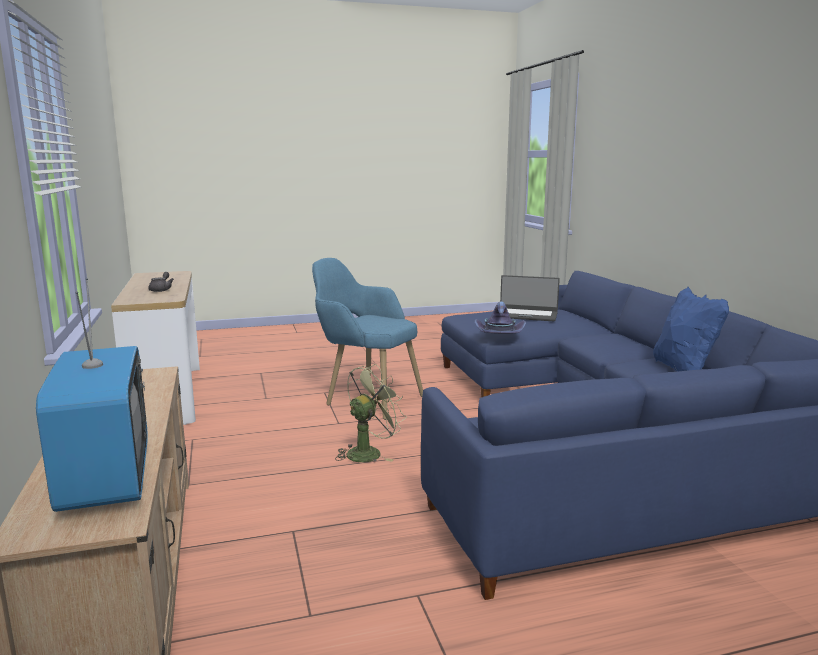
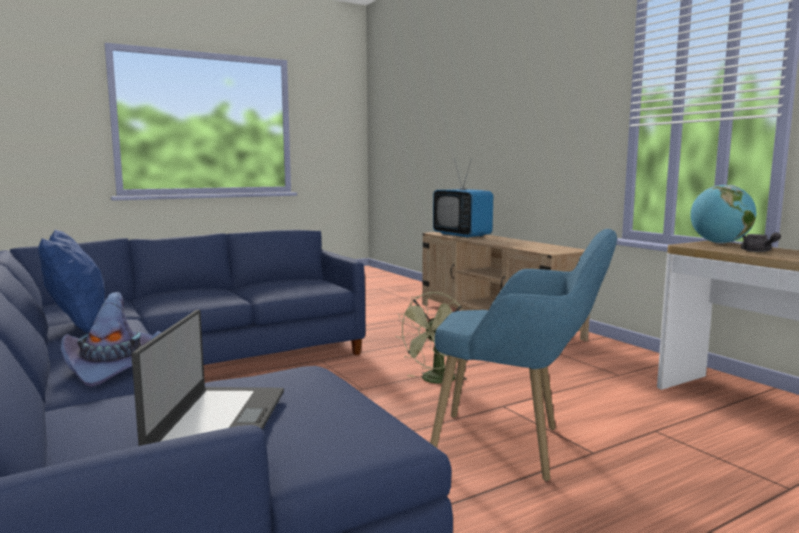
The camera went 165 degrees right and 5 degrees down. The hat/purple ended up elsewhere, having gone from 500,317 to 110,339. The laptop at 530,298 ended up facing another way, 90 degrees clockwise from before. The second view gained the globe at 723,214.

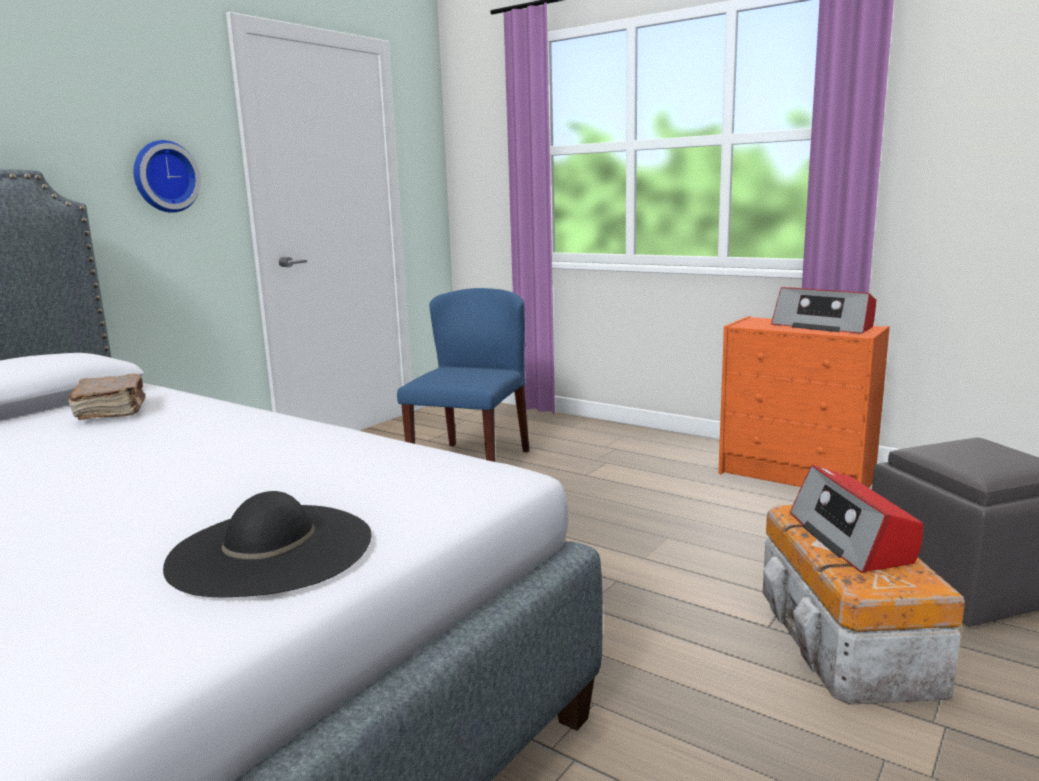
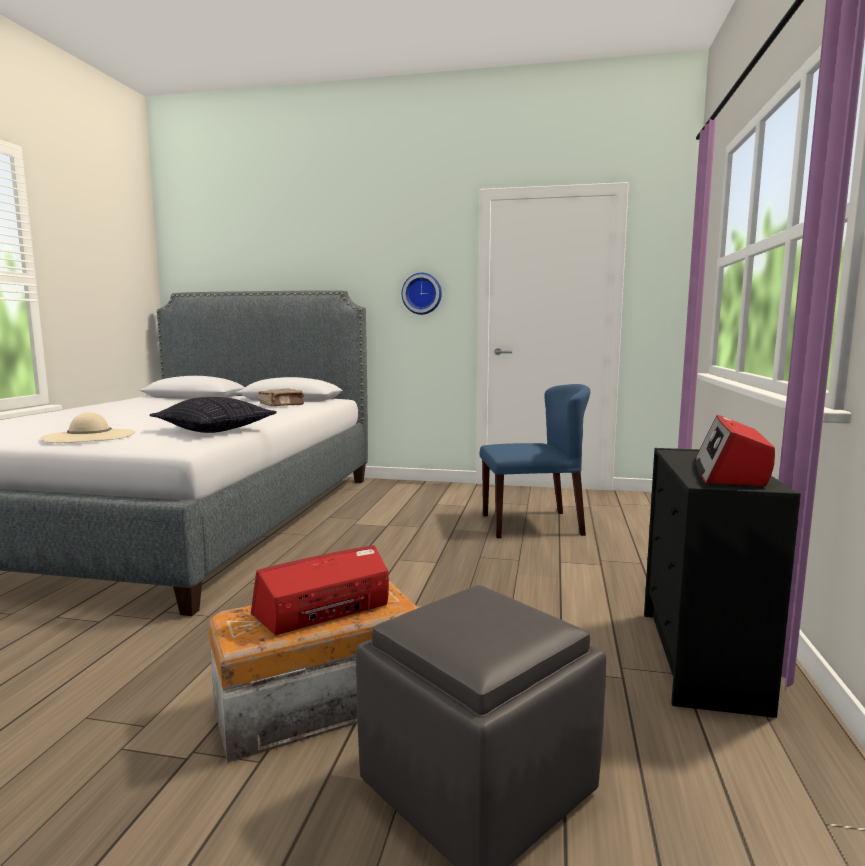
The camera went 65 degrees right and 5 degrees down. What was the hat/black at 267,544 turned into the hat/beige at 88,427. The second view gained the pillow at 213,415. What was the dresser/orange at 804,402 turned into the dresser/black at 722,583.

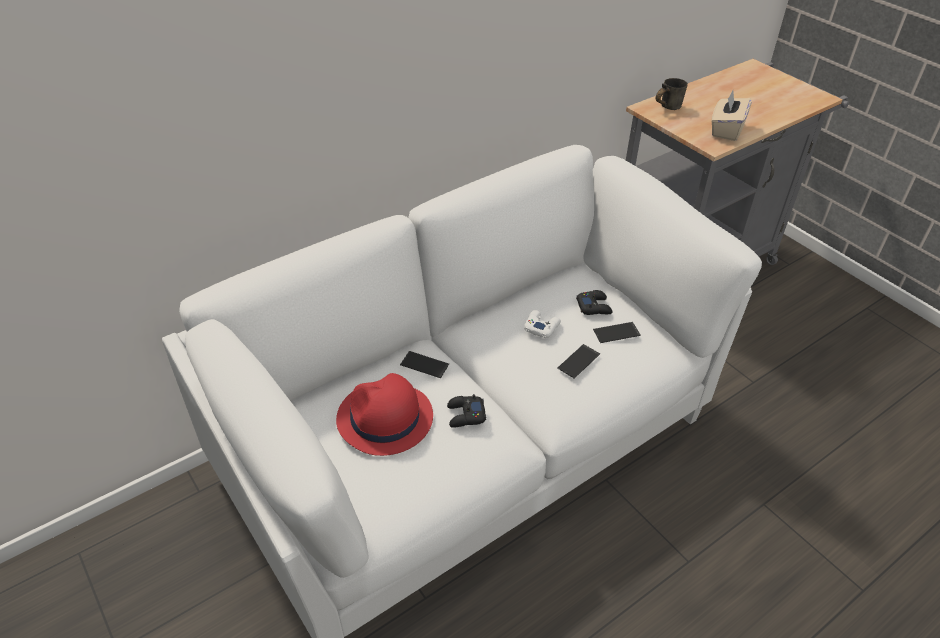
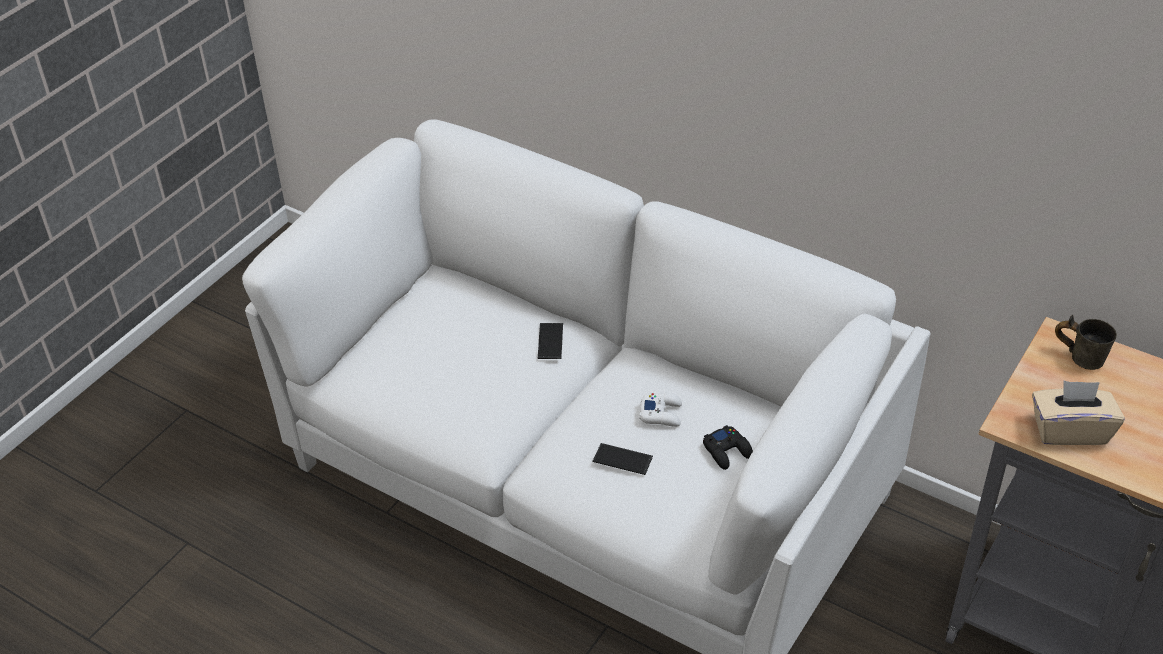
The camera went 70 degrees right and 0 degrees up. The second view lost the hat/red at 384,414. The second view lost the game controller/black at 466,411. The second view lost the phone at 617,332.

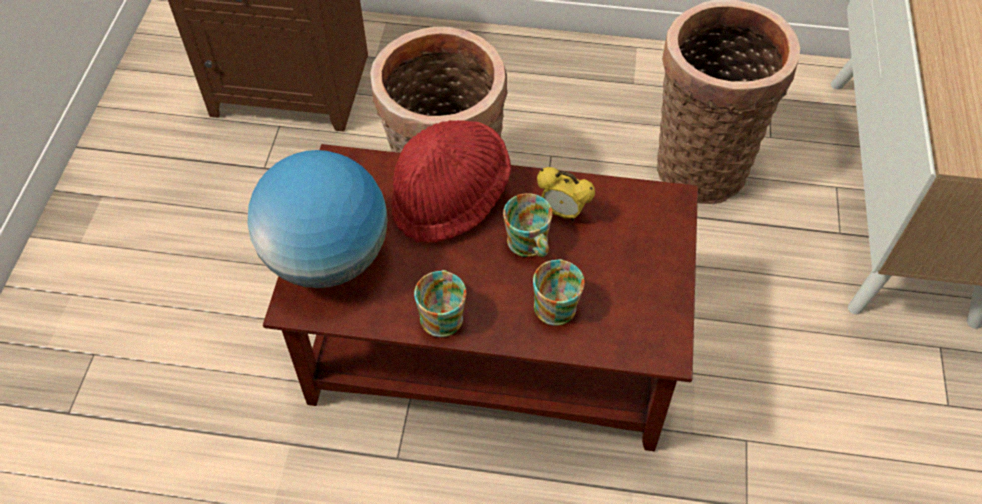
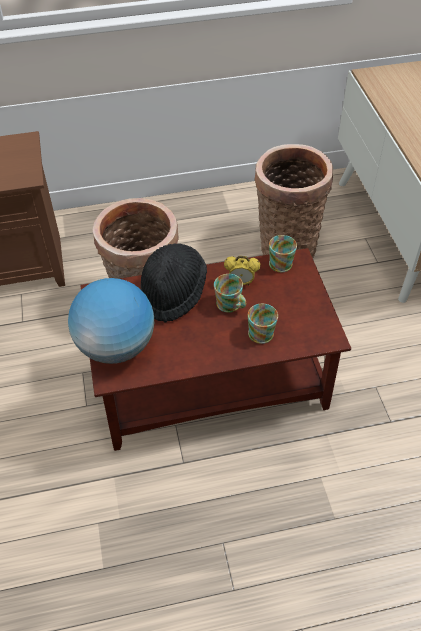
The camera went 20 degrees left and 5 degrees down. What was the hat/red at 451,181 turned into the hat/black at 173,283. The mug ended up elsewhere, having gone from 440,303 to 283,253.

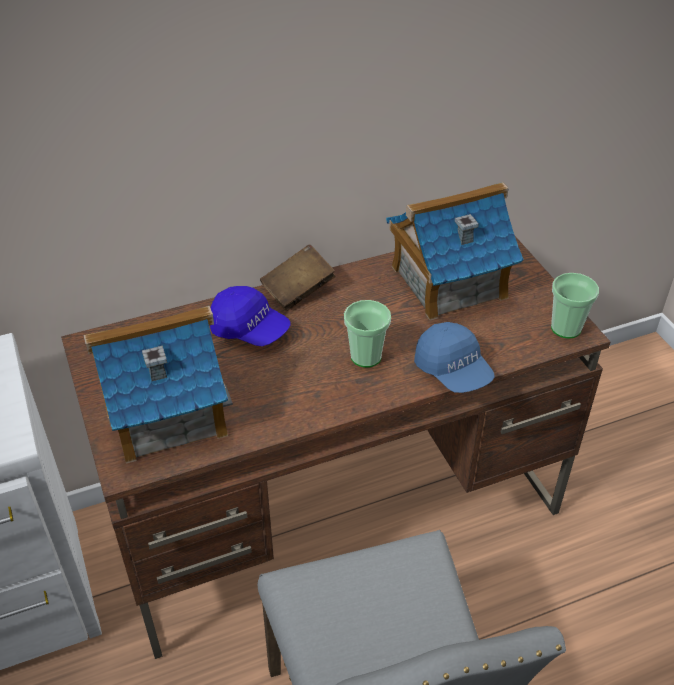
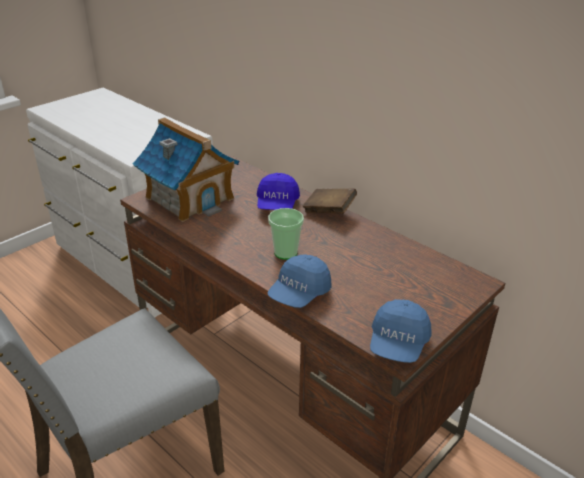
The camera went 65 degrees right and 10 degrees down. Where the cup stood at 575,305, the cap/blue came to stand at 400,331. The second view lost the toy house at 455,251.

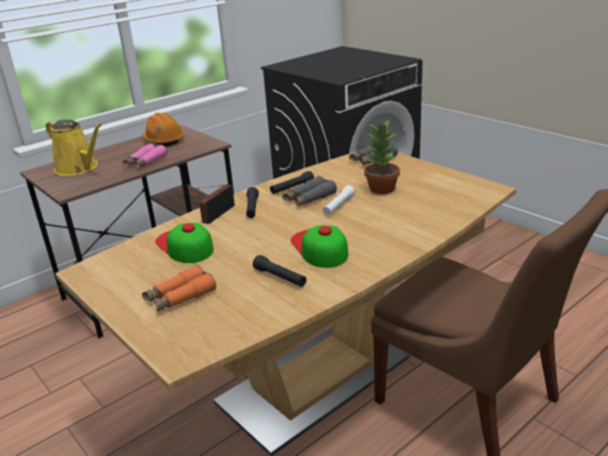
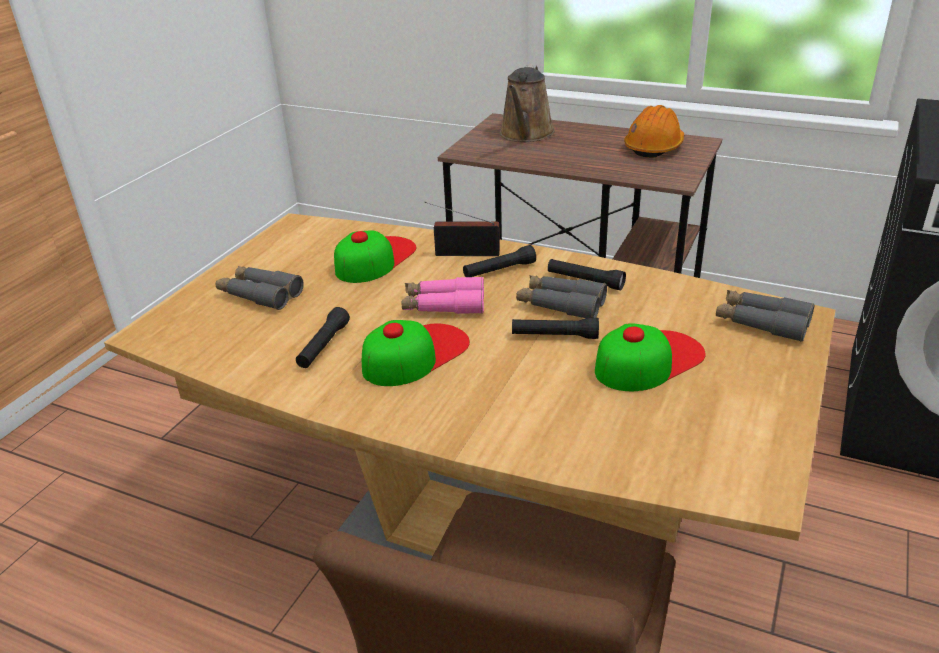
The camera went 65 degrees right and 5 degrees up. What was the binoculars/orange at 179,288 turned into the binoculars/grey at 260,288. The binoculars/pink ended up elsewhere, having gone from 145,155 to 443,295. What was the watering can/yellow at 74,147 turned into the watering can/brown at 527,103. What was the flashlight/white at 339,200 turned into the flashlight/black at 555,328. Where the potted plant stood at 382,157, the cap came to stand at 650,357.

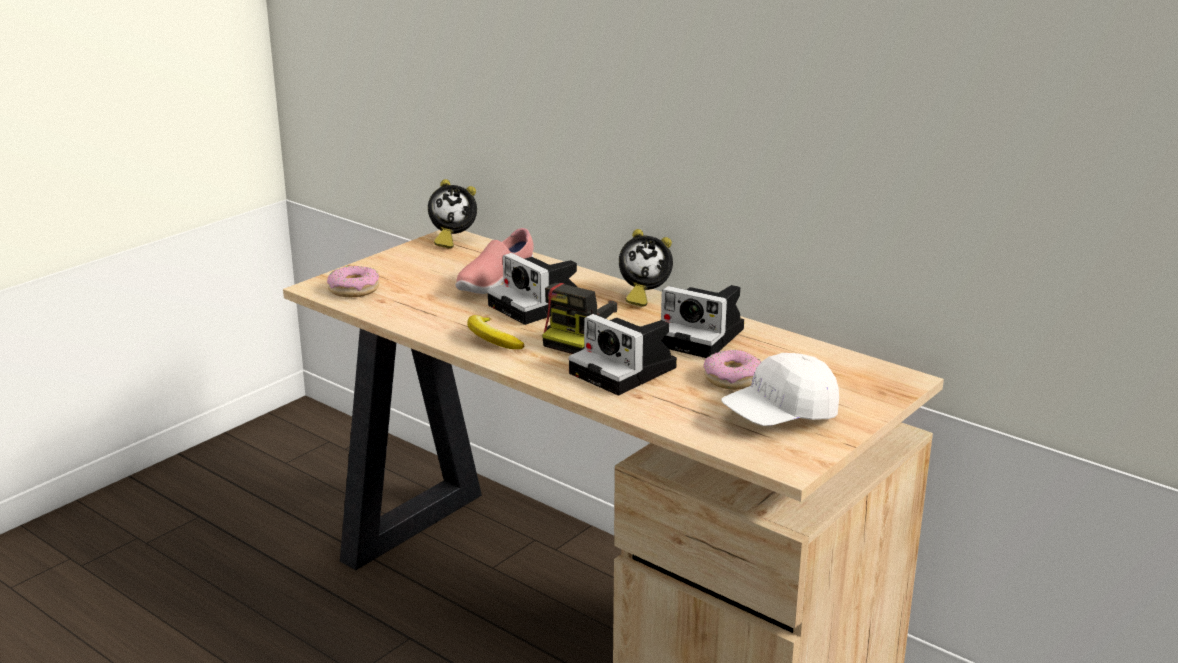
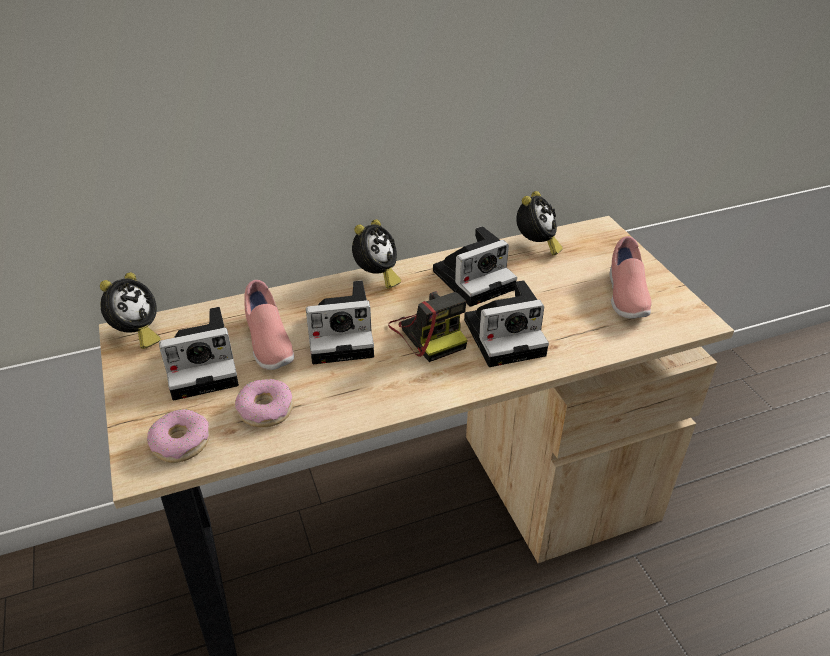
The camera went 60 degrees left and 15 degrees up. The second view gained the photo camera at 199,354. The donut ended up elsewhere, having gone from 732,370 to 264,403. The second view gained the alarm clock at 539,223. Where the cap/white stood at 780,389, the shoe/pink came to stand at 630,277. The second view lost the banana at 495,332.

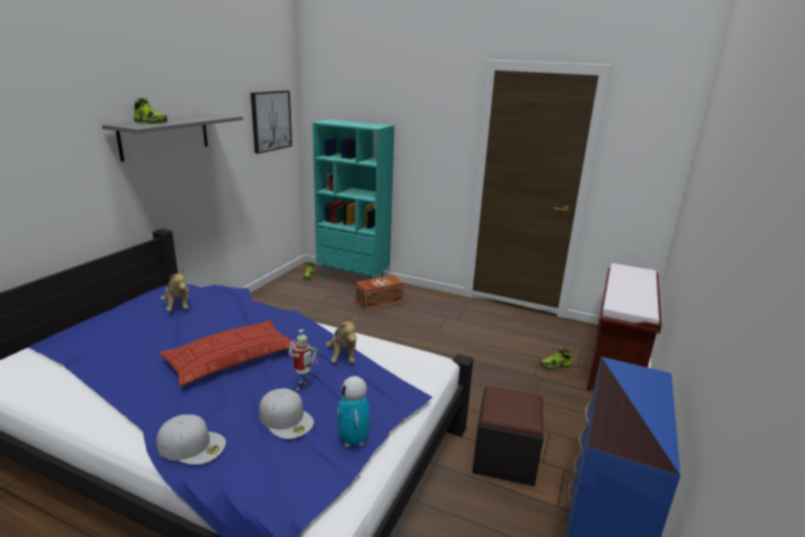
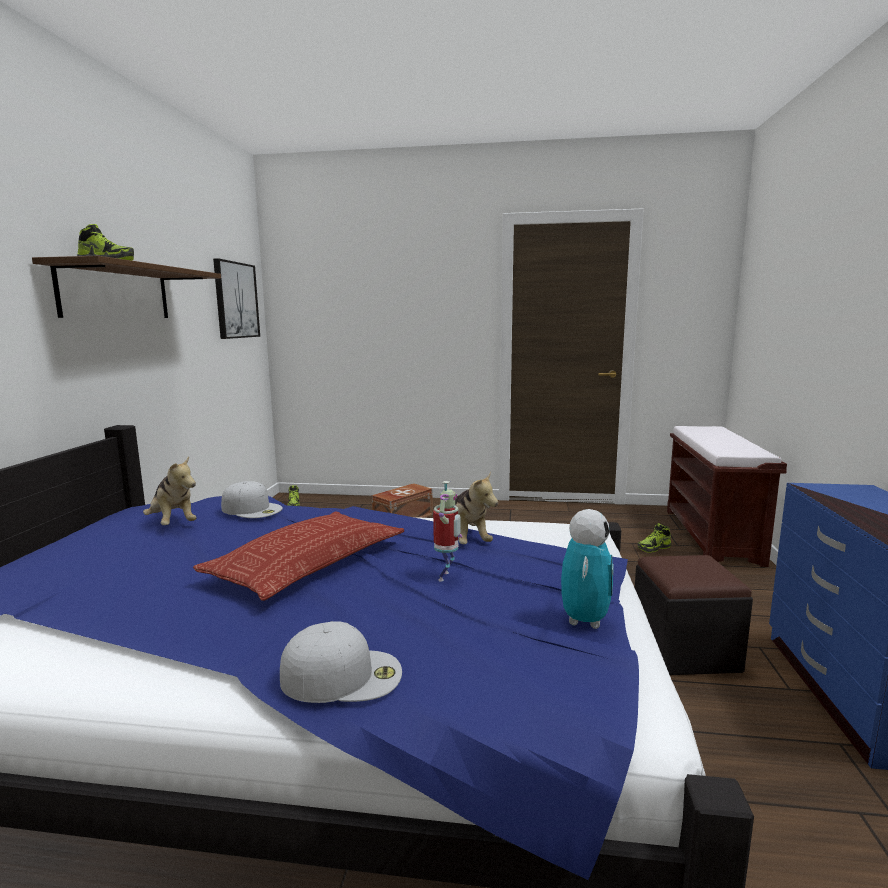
The camera went 15 degrees left and 10 degrees down. What was the shelf/grey at 172,137 turned into the shelf/brown at 126,287. The cap/white ended up elsewhere, having gone from 286,413 to 252,499. The toy robot at 353,411 ended up facing another way, 135 degrees counterclockwise from before. The second view lost the bookcase/turquoise at 353,199.

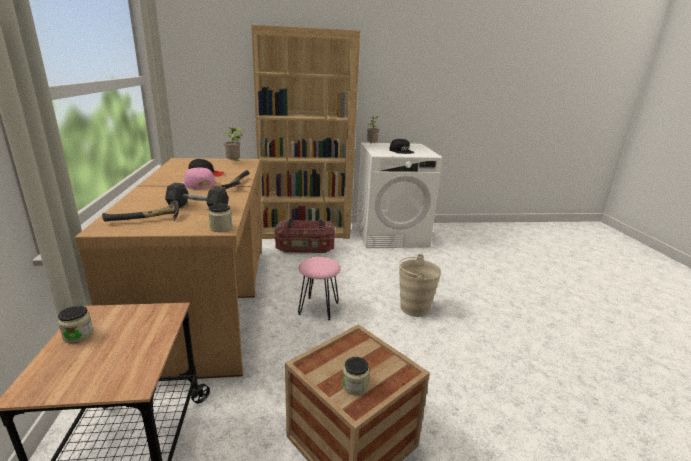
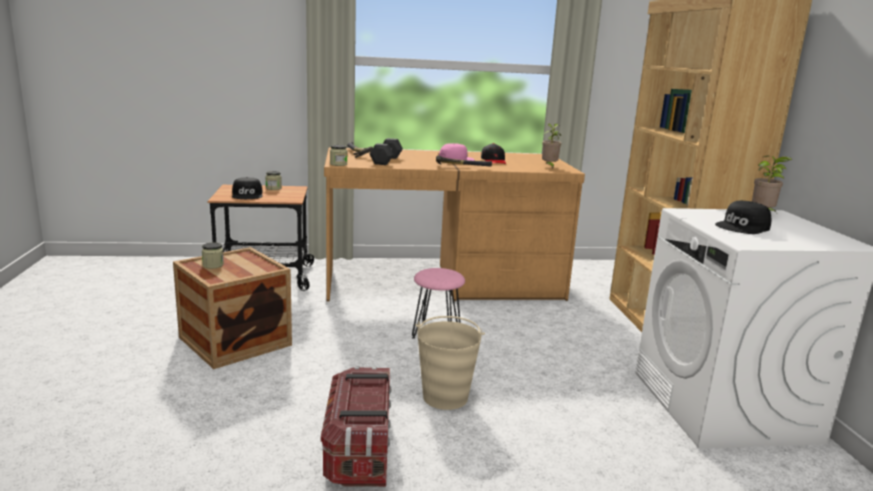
The camera went 90 degrees right and 5 degrees down. The second view gained the cap/black at 247,188. The storage box ended up elsewhere, having gone from 305,236 to 356,426.

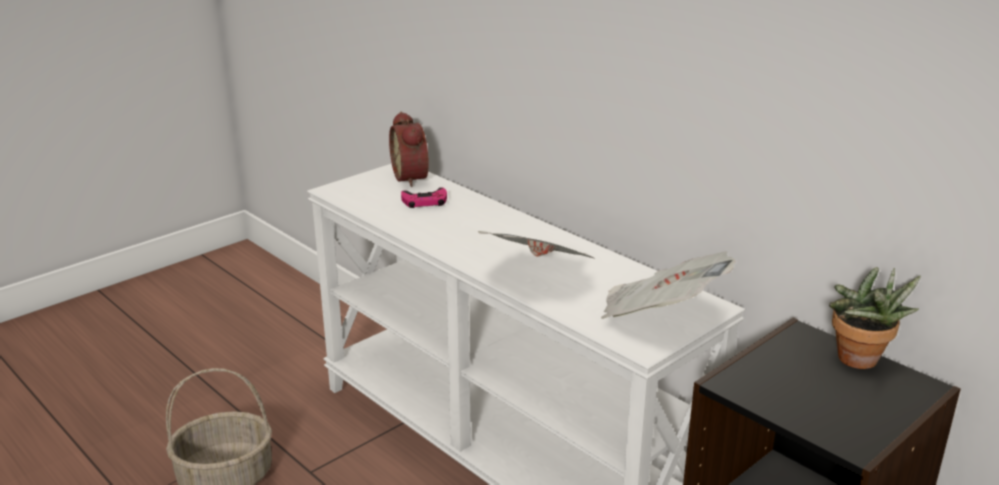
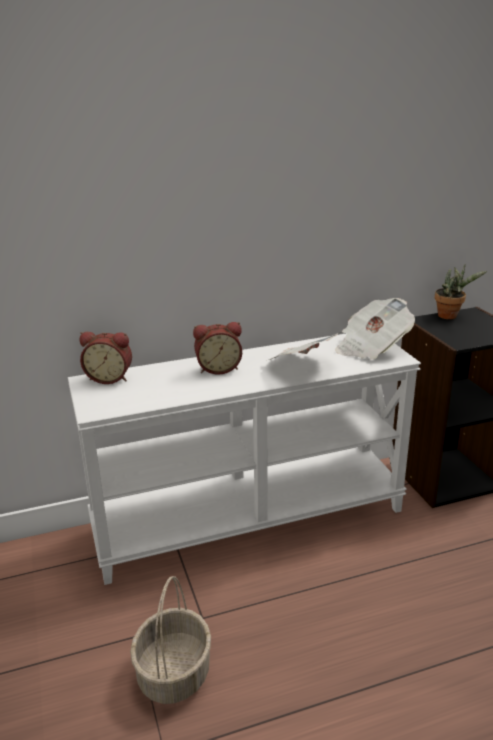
The camera went 65 degrees left and 0 degrees up. The second view gained the alarm clock at 217,348. The second view lost the game controller/pink at 424,198.

